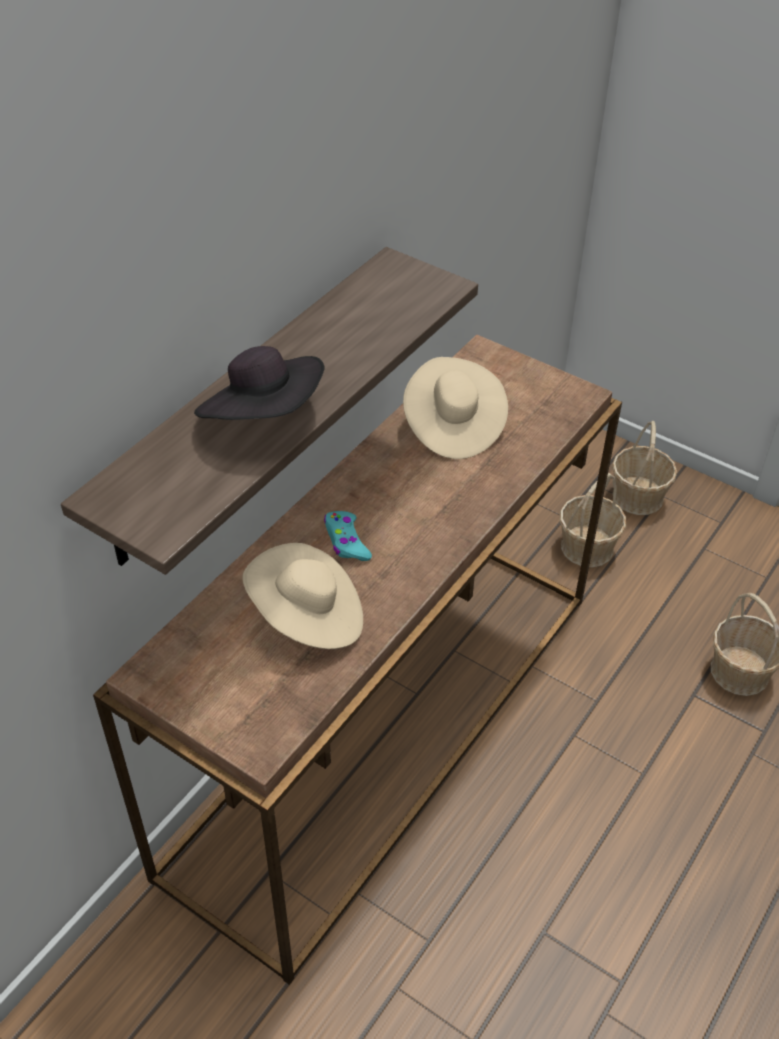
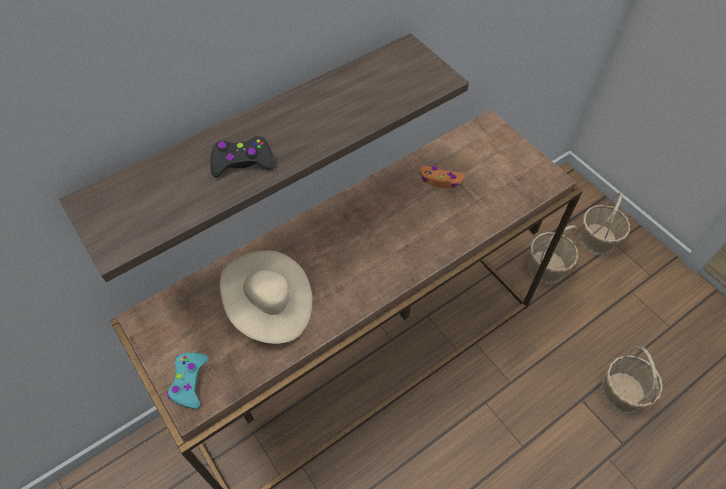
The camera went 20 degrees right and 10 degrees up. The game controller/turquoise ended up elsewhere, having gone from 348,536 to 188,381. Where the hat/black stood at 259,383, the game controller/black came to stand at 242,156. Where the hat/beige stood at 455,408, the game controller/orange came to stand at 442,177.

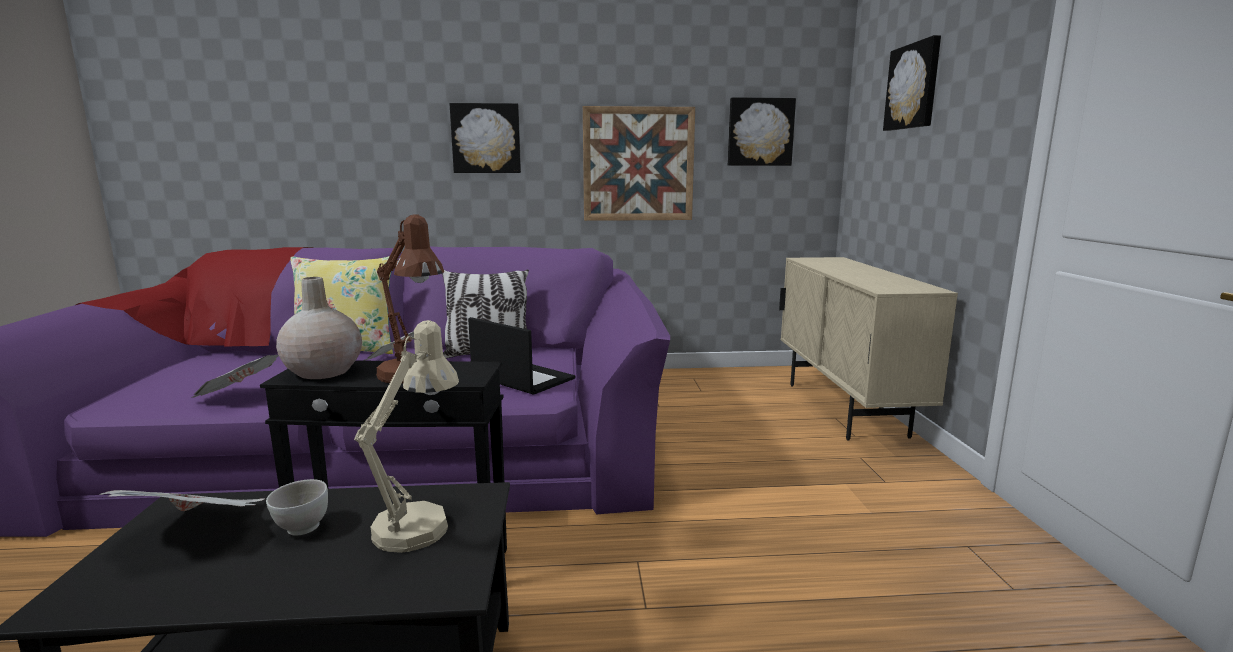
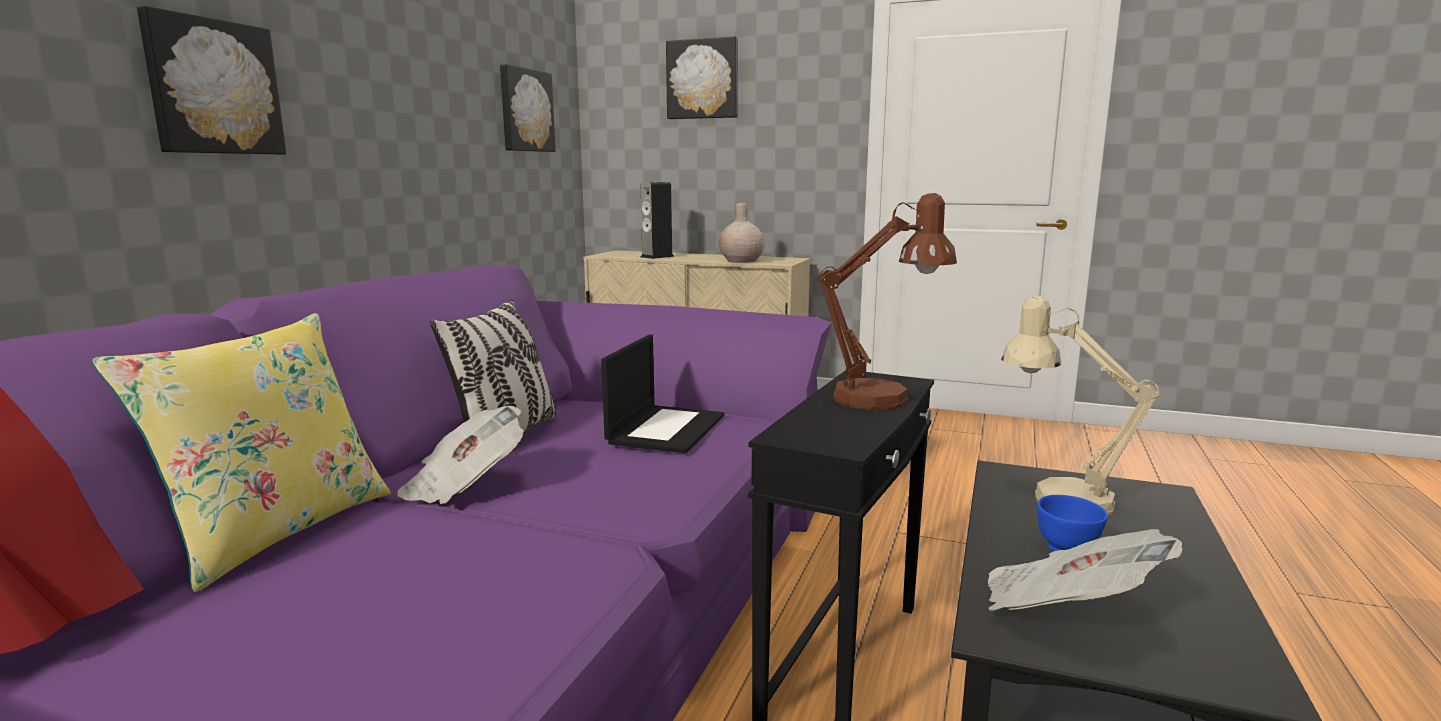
The camera went 65 degrees left and 0 degrees up. The laptop at 521,356 ended up facing another way, 135 degrees clockwise from before. The second view gained the speaker at 657,220. The vase/beige ended up elsewhere, having gone from 319,328 to 741,233. What was the bowl/white at 297,507 turned into the bowl/blue at 1072,523. The second view lost the newspaper at 235,376. The second view lost the picture at 639,163.

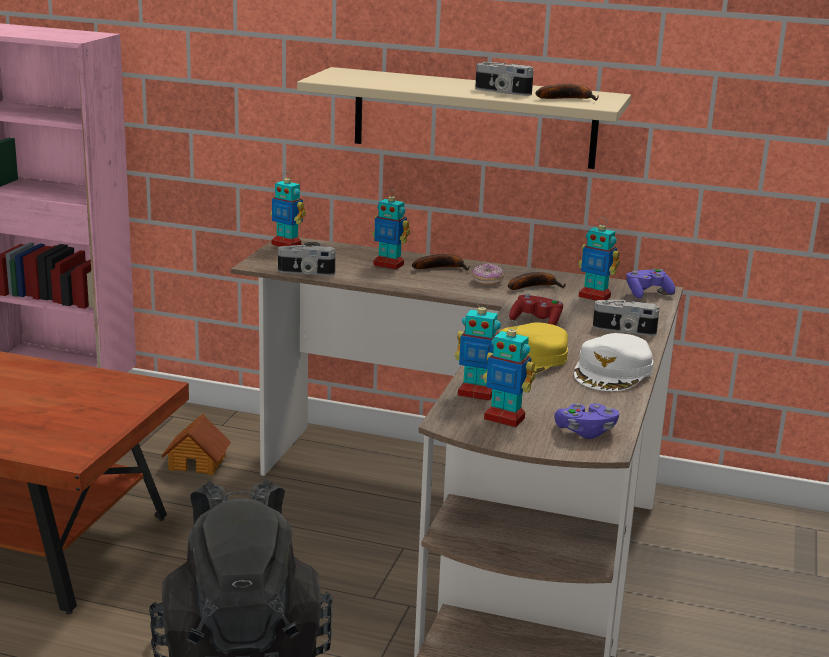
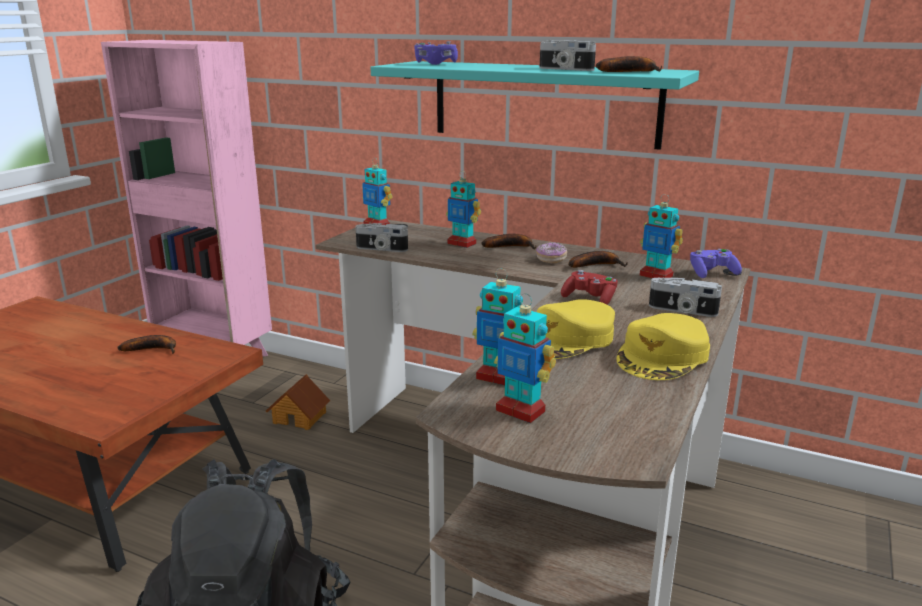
The camera went 10 degrees right and 0 degrees up. The second view gained the banana at 147,344. What was the shelf/beige at 464,118 turned into the shelf/turquoise at 534,105. The game controller/purple ended up elsewhere, having gone from 586,421 to 436,53. What was the cap/white at 613,362 turned into the cap/yellow at 663,346.

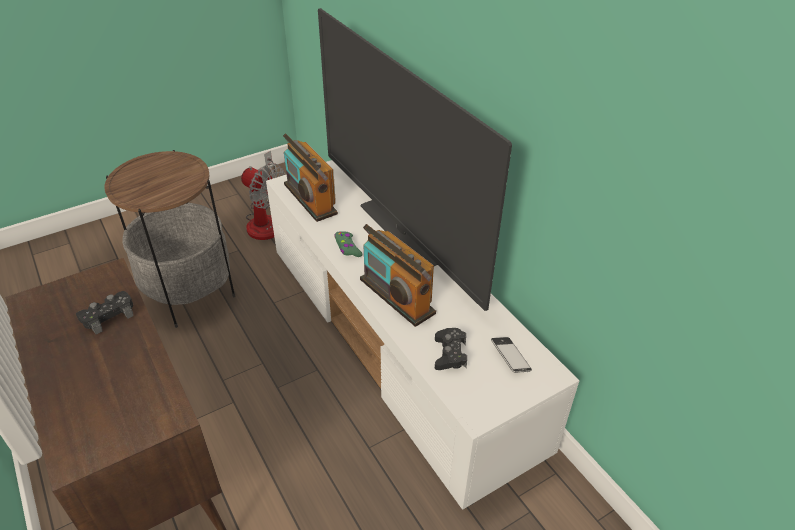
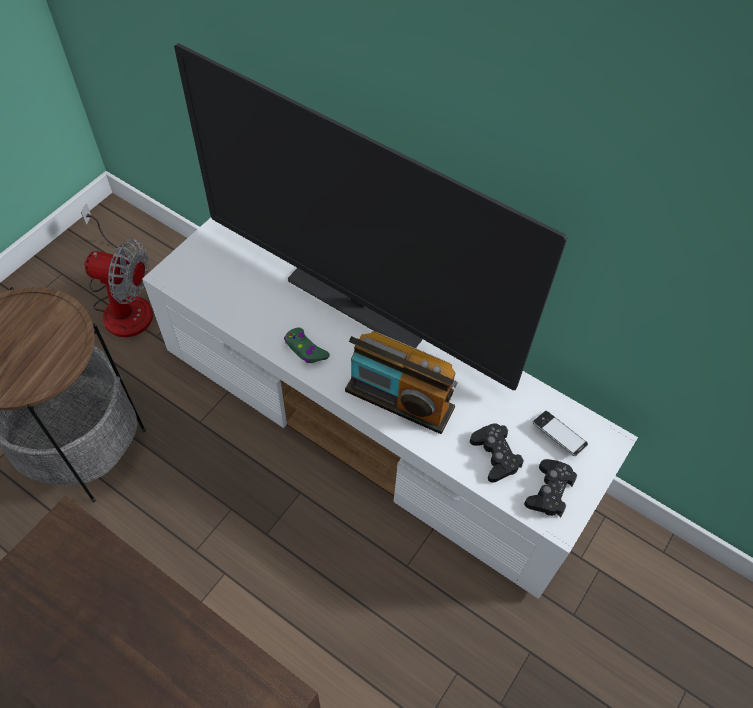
The camera went 25 degrees left and 15 degrees up. The game controller/black ended up elsewhere, having gone from 105,313 to 550,488. The second view lost the radio at 310,177.

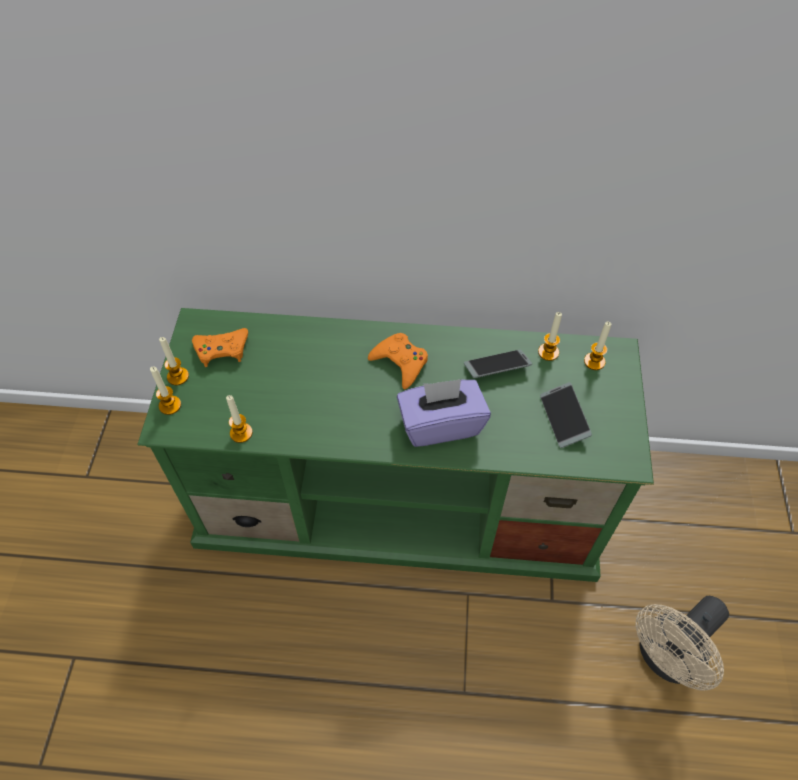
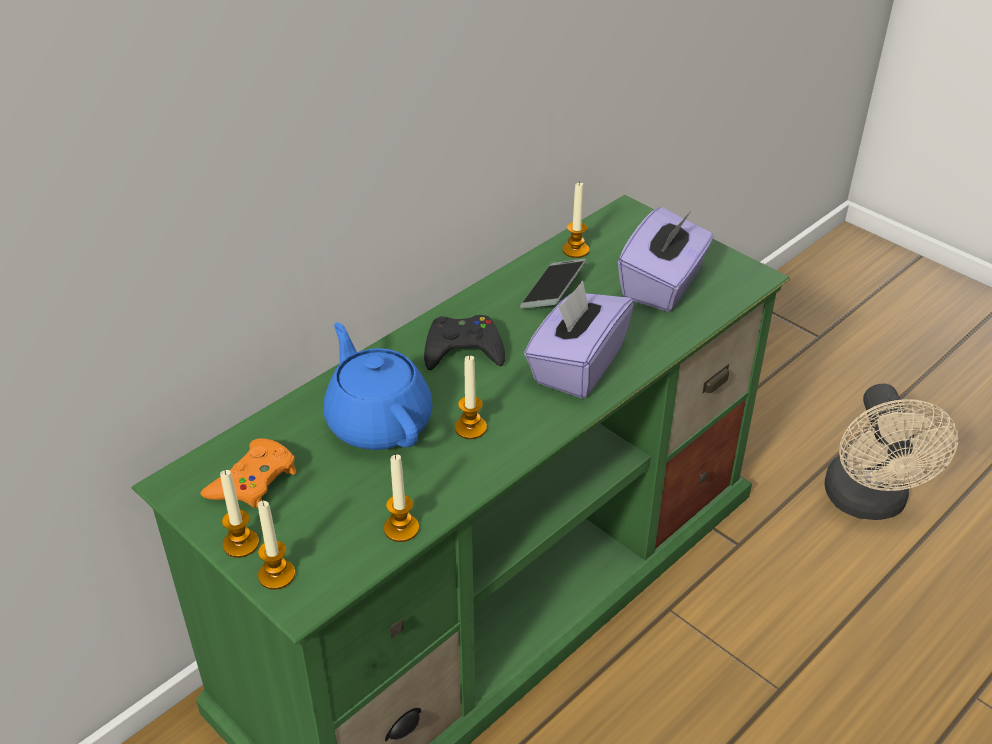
The camera went 50 degrees left and 15 degrees down. The second view gained the teapot/blue at 378,386. What was the game controller/orange at 398,361 turned into the game controller/black at 464,342. The candle ended up elsewhere, having gone from 597,345 to 471,397. Where the phone stood at 566,415, the tissue box/purple came to stand at 666,259.

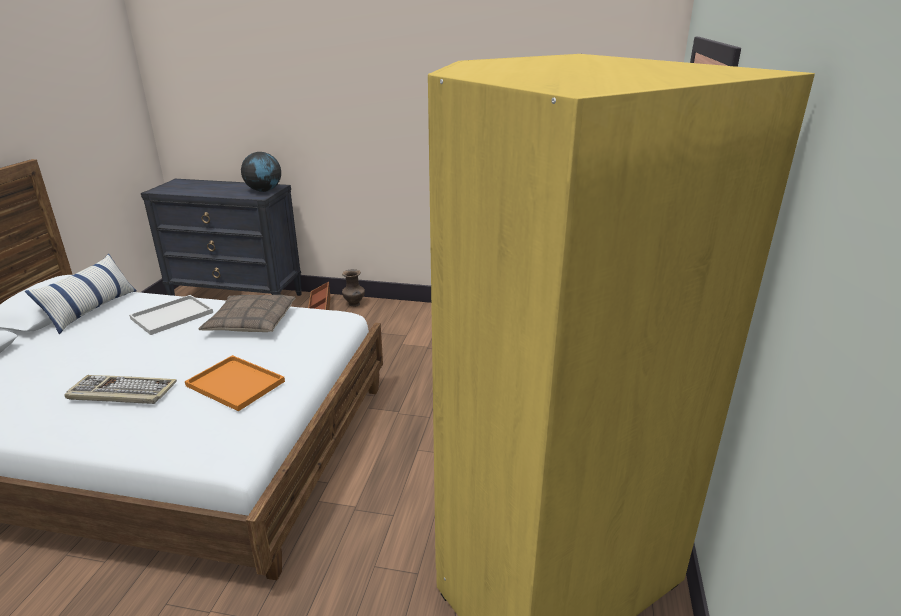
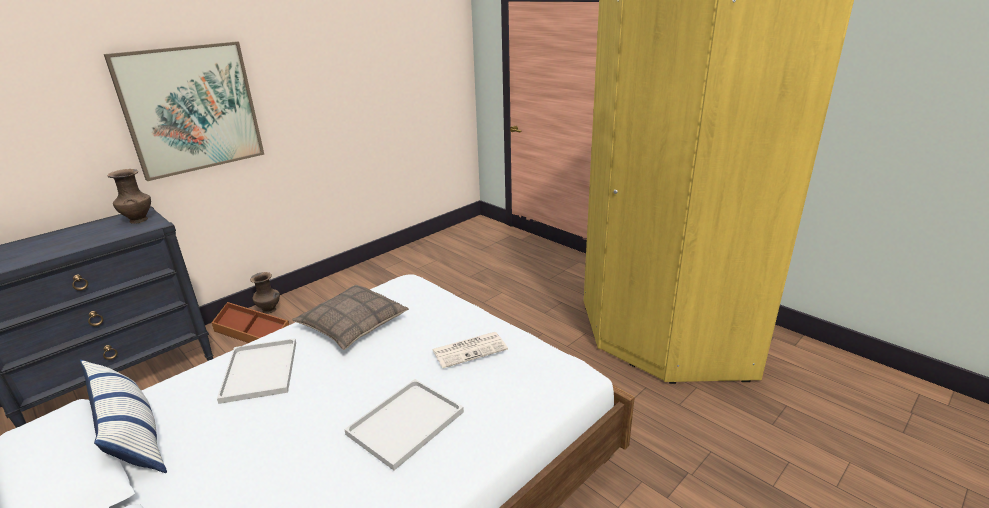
The camera went 55 degrees left and 0 degrees up. The second view gained the picture at 184,111. Where the globe stood at 261,172, the vase/brown came to stand at 129,196. Where the keyboard stood at 120,389, the tray/white came to stand at 404,424. Where the tray/orange stood at 235,383, the newspaper came to stand at 470,350.

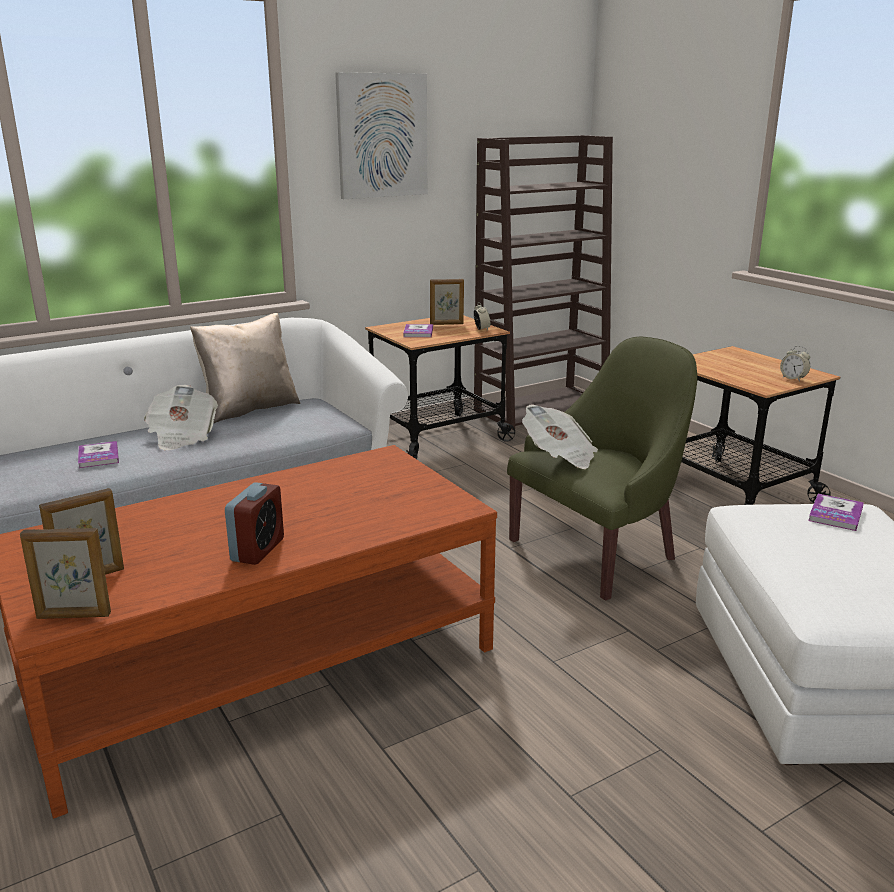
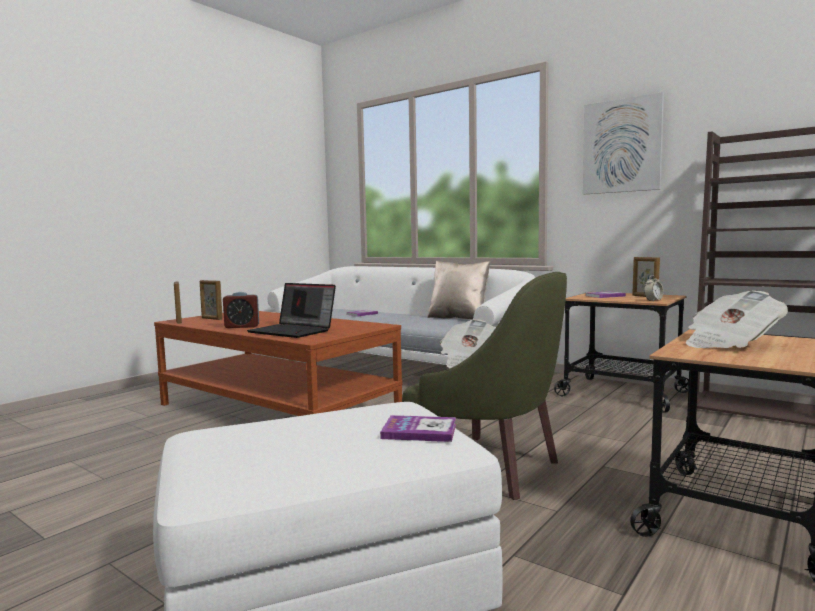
The camera went 70 degrees right and 15 degrees down. The second view gained the laptop at 291,310. The newspaper ended up elsewhere, having gone from 181,417 to 737,319. The second view lost the alarm clock at 795,364.

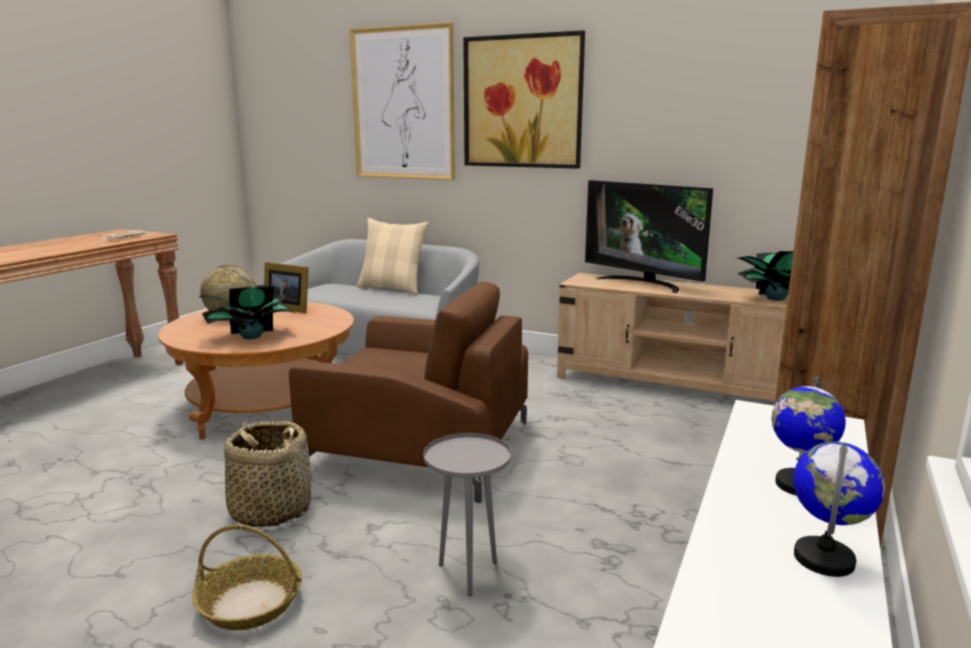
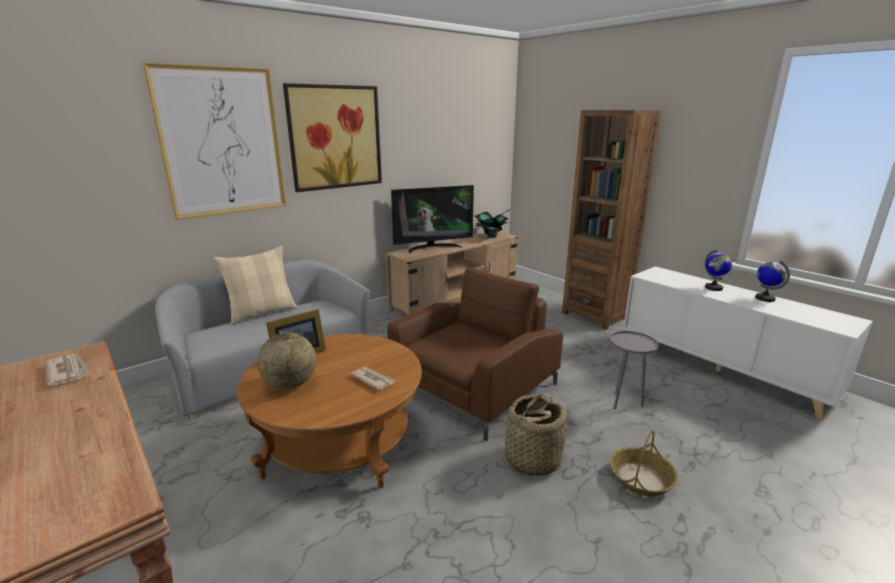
The camera went 65 degrees left and 5 degrees up. Where the potted plant stood at 246,311, the newspaper came to stand at 372,378.

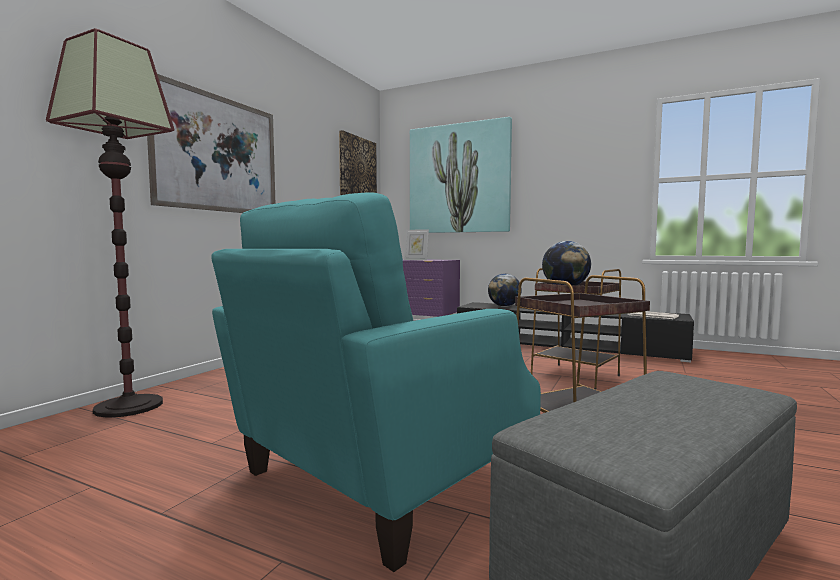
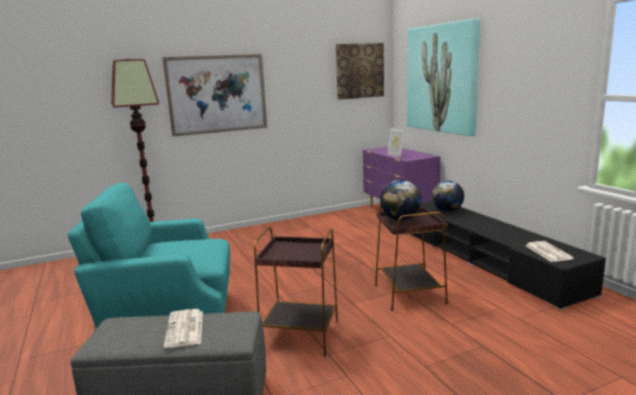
The camera went 40 degrees right and 10 degrees up. The second view gained the newspaper at 183,328.

